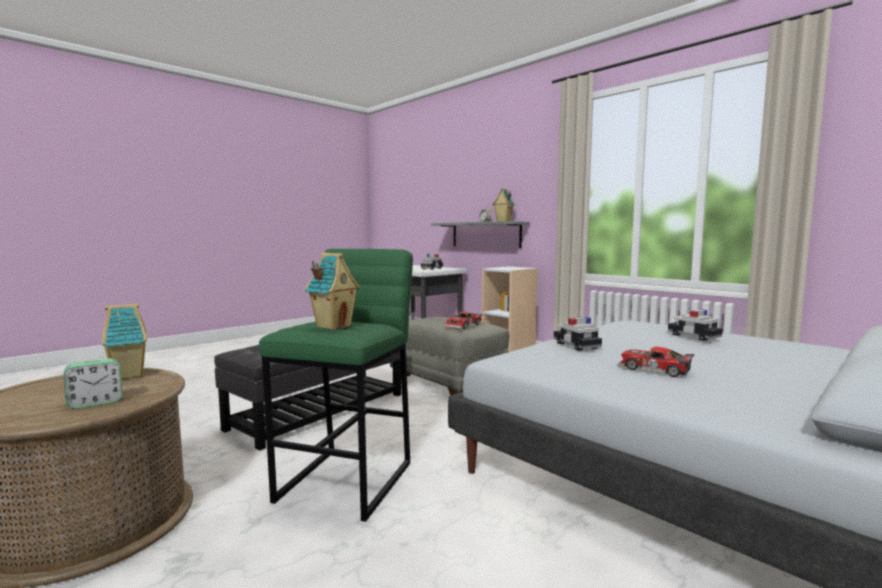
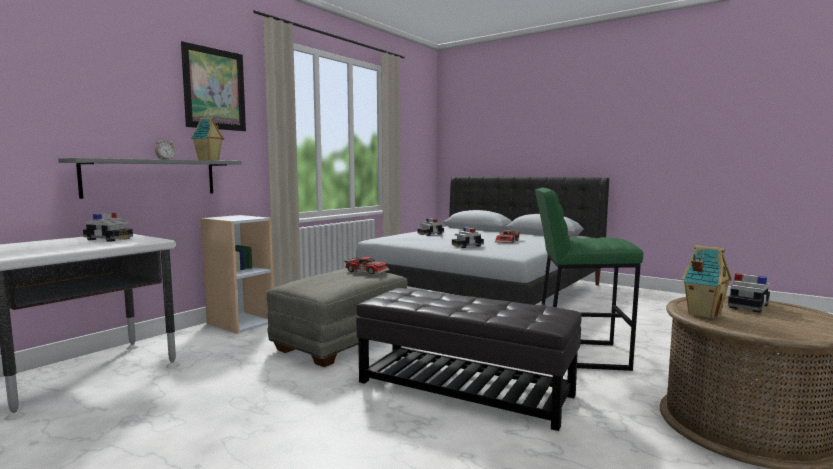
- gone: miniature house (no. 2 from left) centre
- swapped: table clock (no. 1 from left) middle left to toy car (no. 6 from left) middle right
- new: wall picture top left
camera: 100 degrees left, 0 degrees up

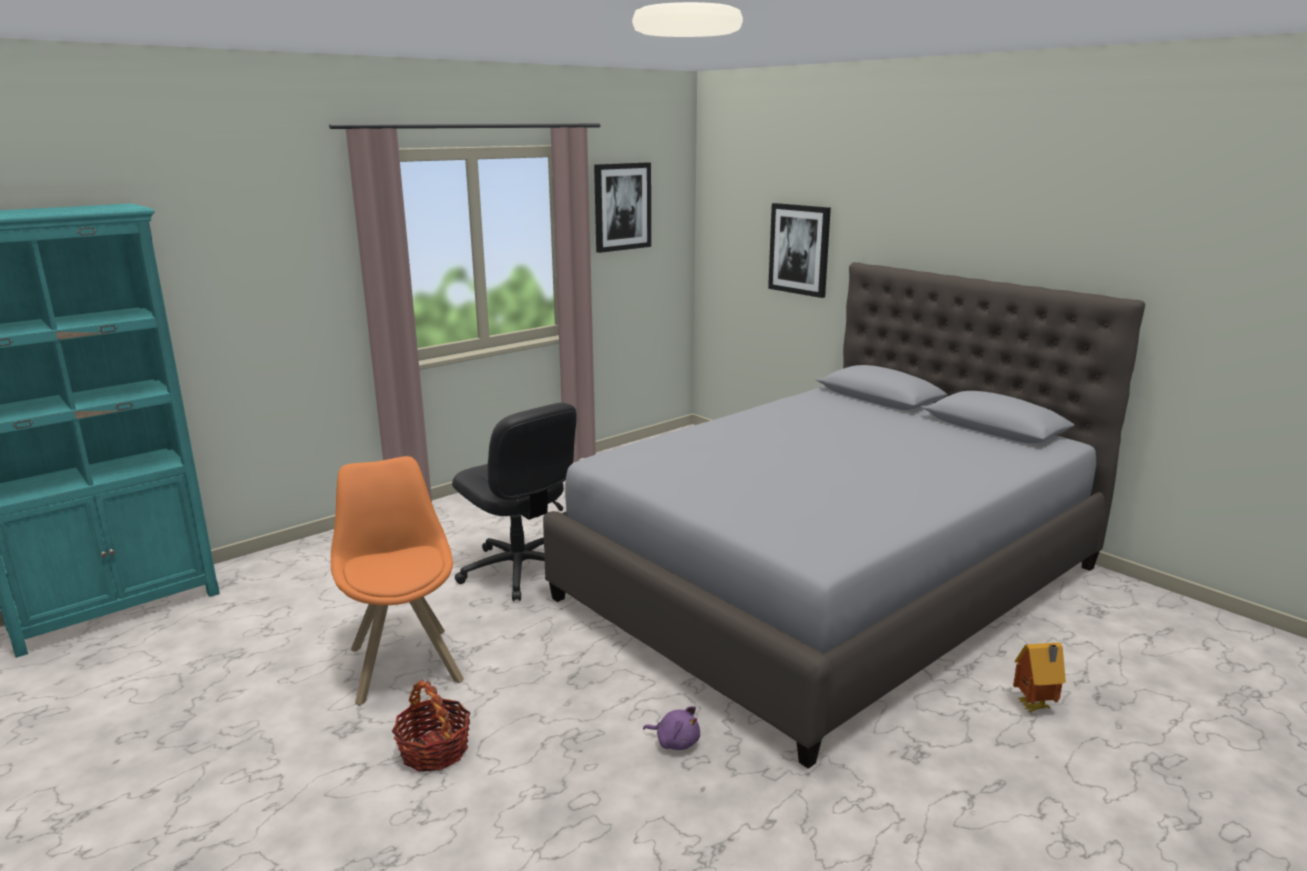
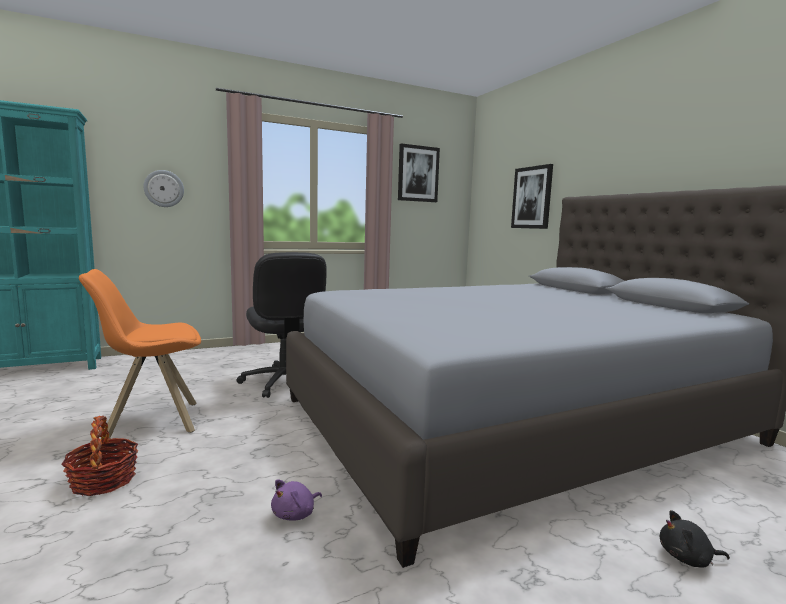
- rotated: chair (orangey) middle left = middle left 105 degrees counterclockwise
- swapped: miniature house bottom right to soft toy (black) bottom right
- rotated: soft toy (purple-coloured) bottom centre = bottom centre 90 degrees clockwise
- new: wall clock top left
camera: 15 degrees right, 10 degrees down

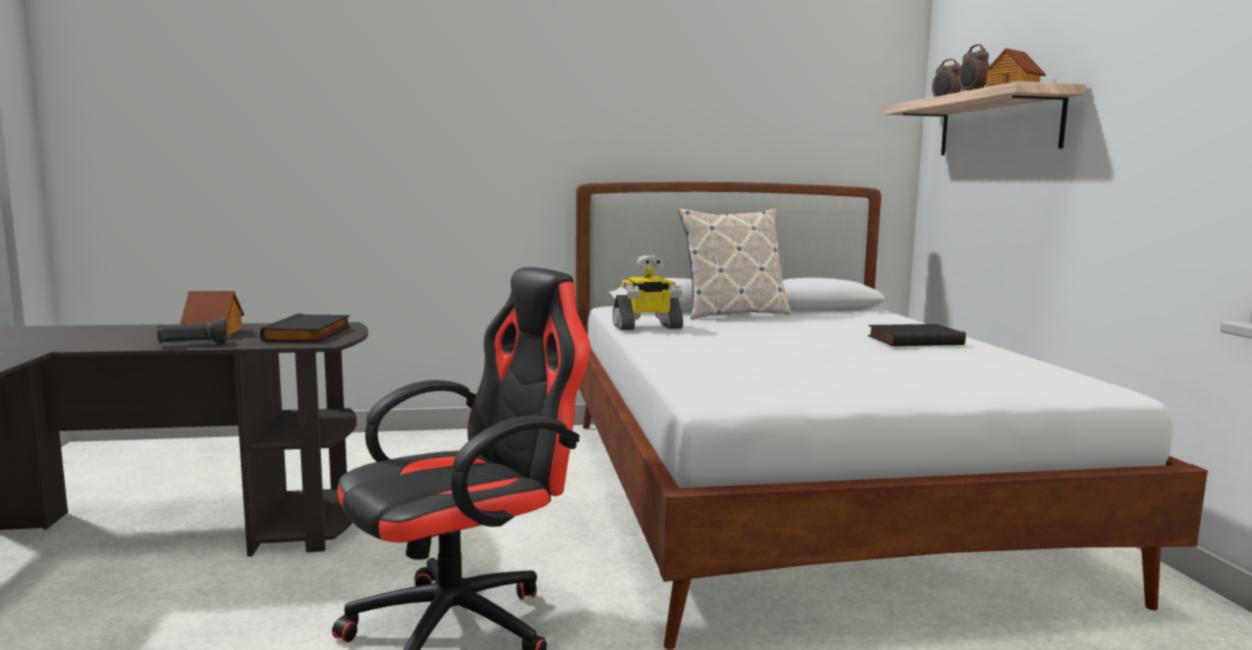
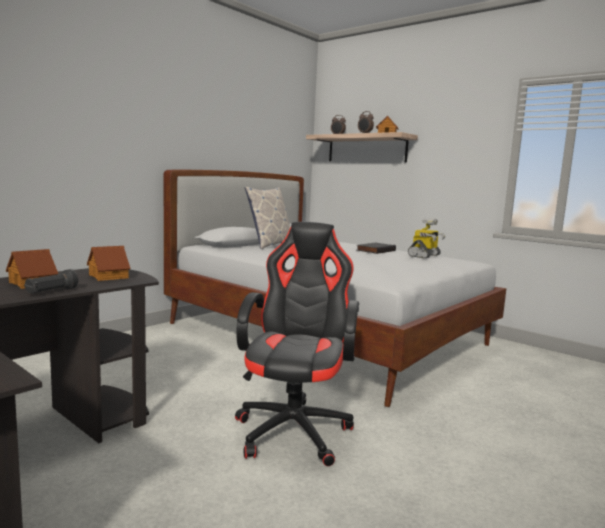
- shifted: robot figure centre to middle right
- swapped: bound book (black) (no. 1 from left) middle left to miniature house (no. 2 from left) middle left
camera: 40 degrees left, 0 degrees up

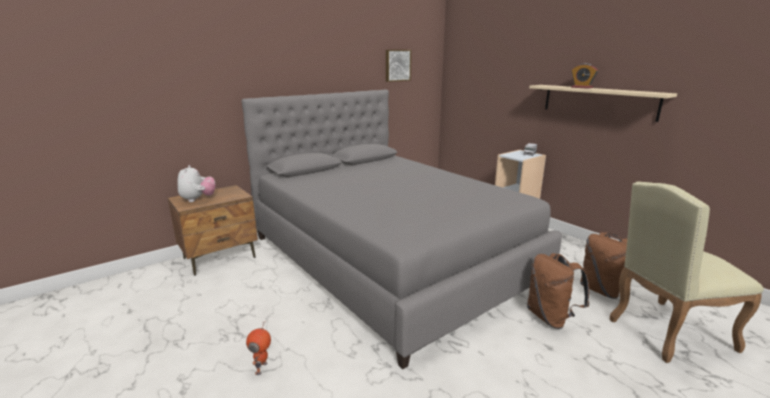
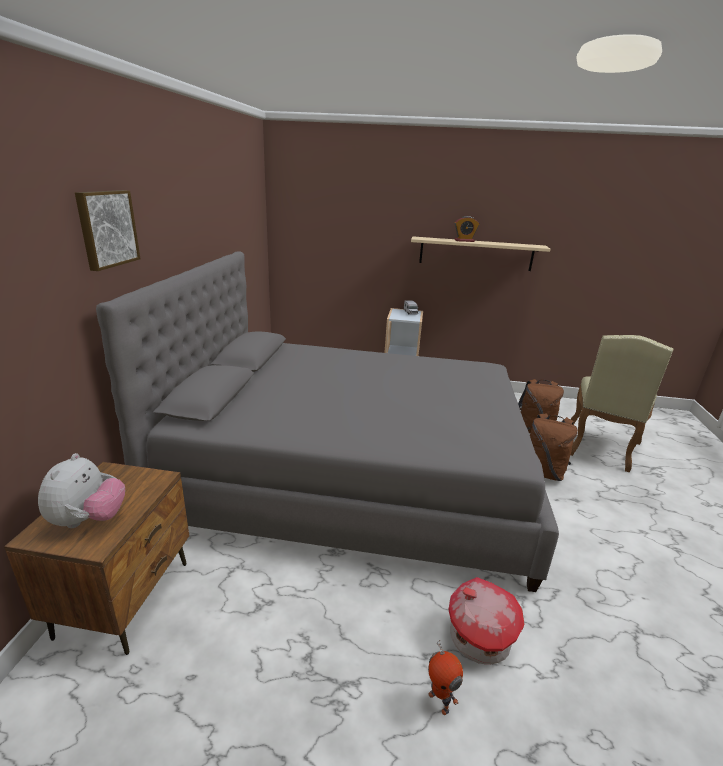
- shifted: wall picture top centre to top left
- rotated: soft toy middle left = middle left 60 degrees clockwise
- new: miniature house bottom right
camera: 45 degrees left, 5 degrees up

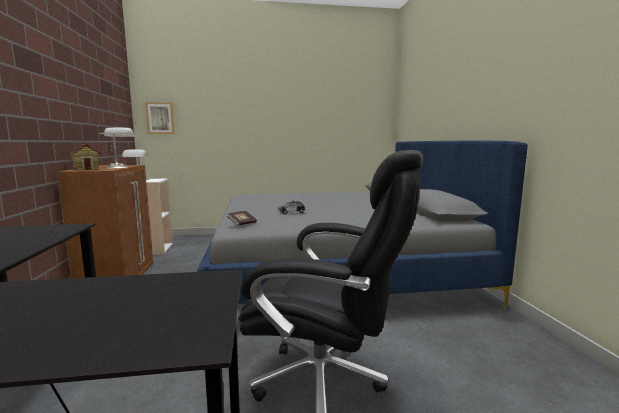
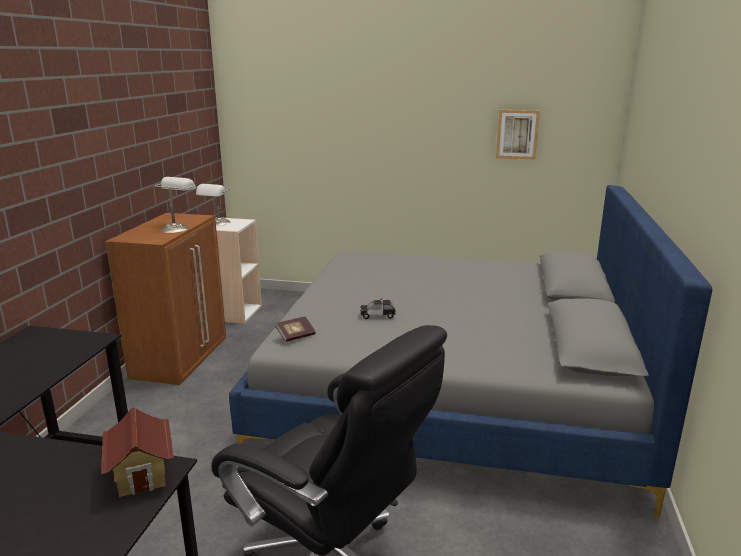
- shifted: wall picture top left to top right
- shifted: miniature house middle left to bottom left
camera: 20 degrees right, 10 degrees up

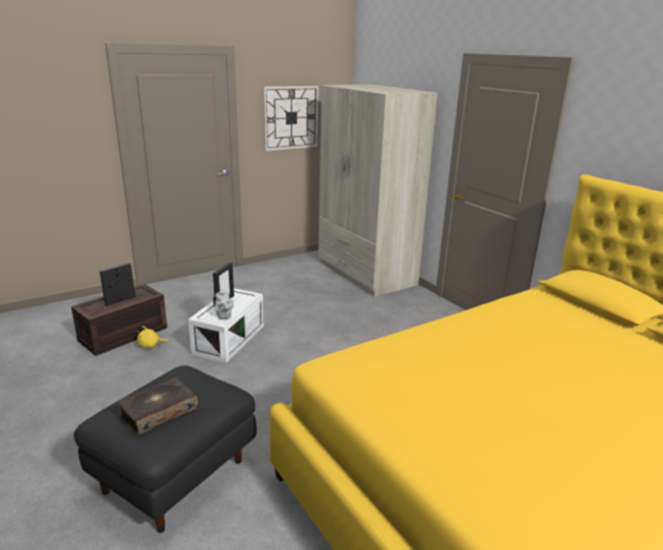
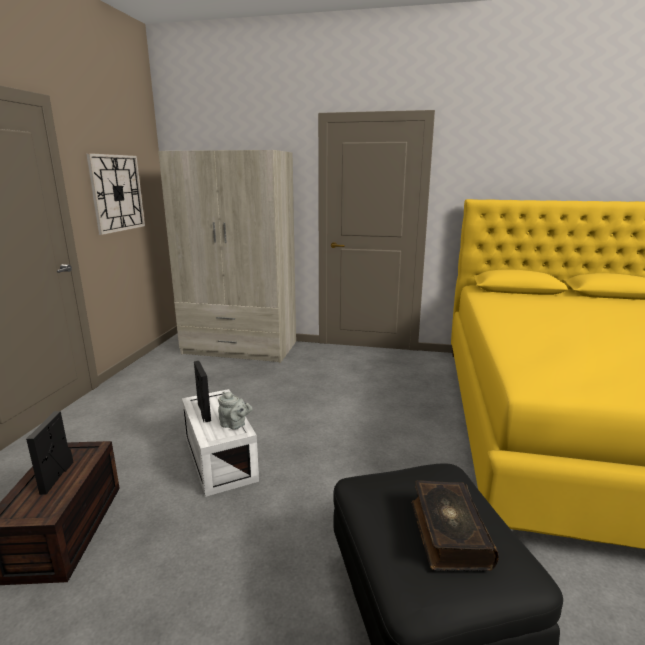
- gone: soft toy (yellowish) middle left
camera: 45 degrees left, 5 degrees down

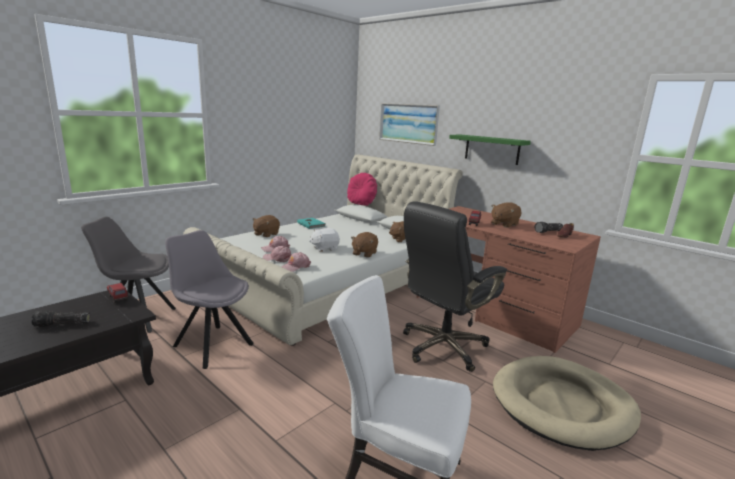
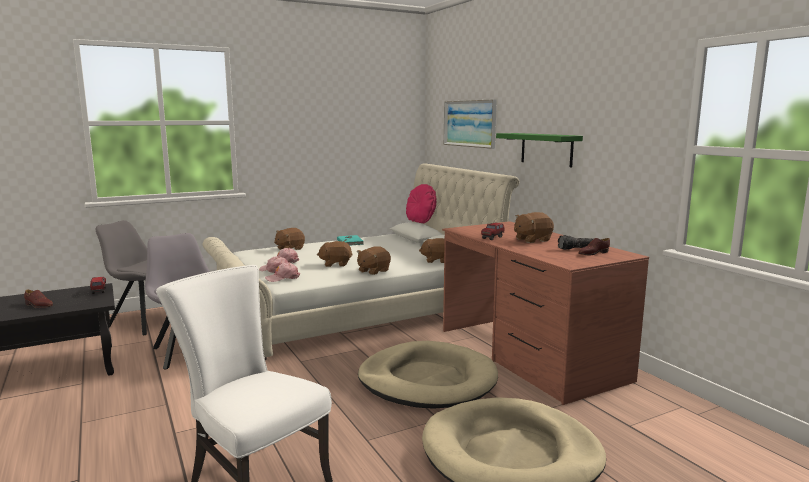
- swapped: desk chair (black) centre to dog bed (beige) (no. 1 from left) bottom centre
- repainted: soft toy (white-coloured) centre to soft toy (brown-coloured) (no. 2 from left) centre
- swapped: torch (no. 1 from left) middle left to shoe (brown-coloured) (no. 1 from left) middle left
camera: 20 degrees right, 5 degrees down

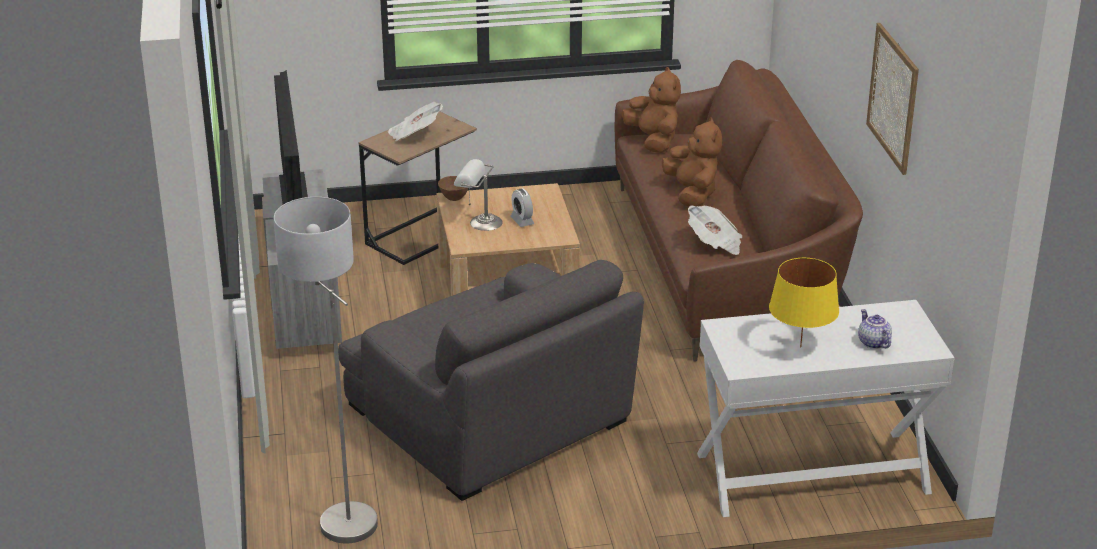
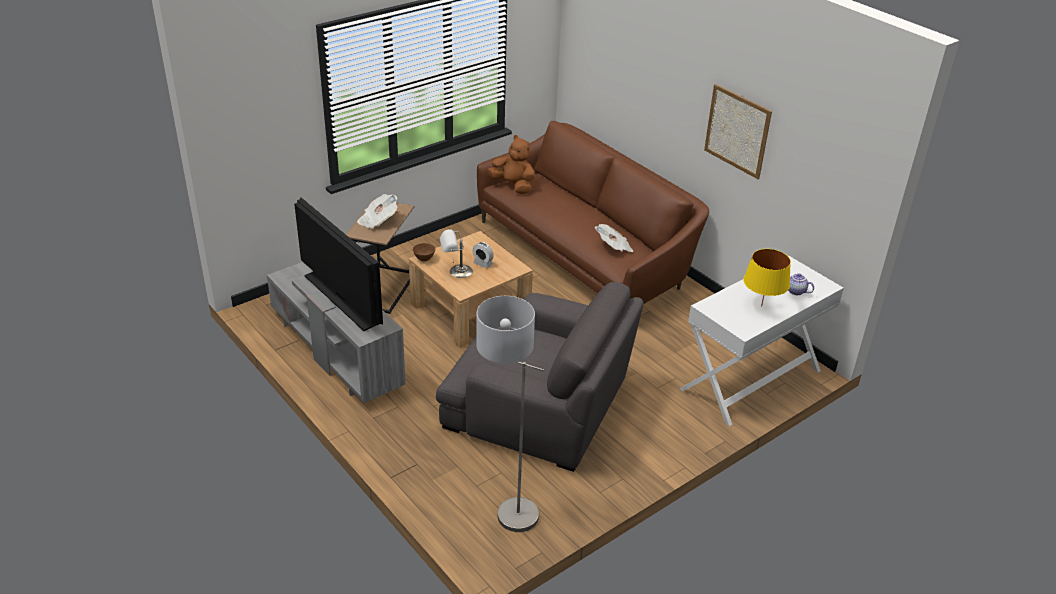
- gone: soft toy (brown-coloured) (no. 2 from left) top centre
camera: 30 degrees left, 5 degrees up

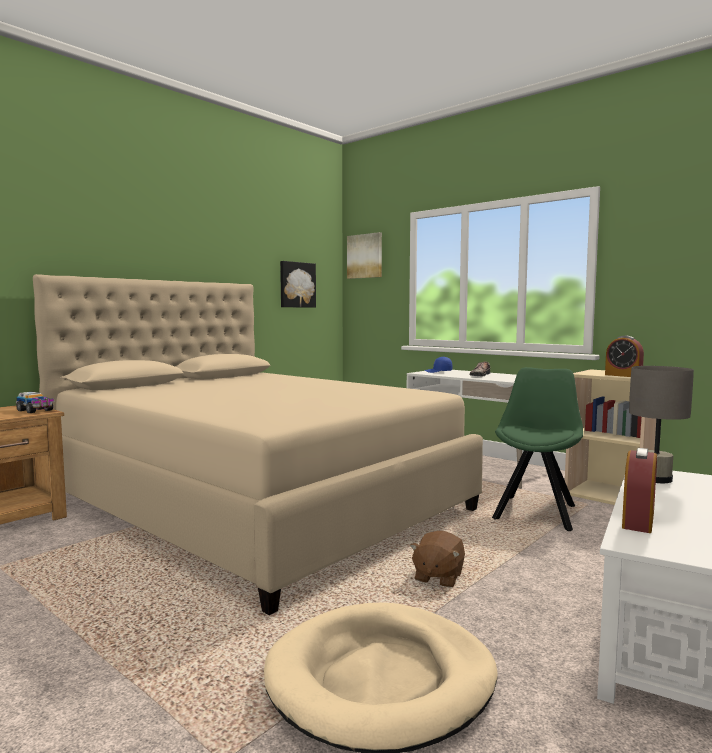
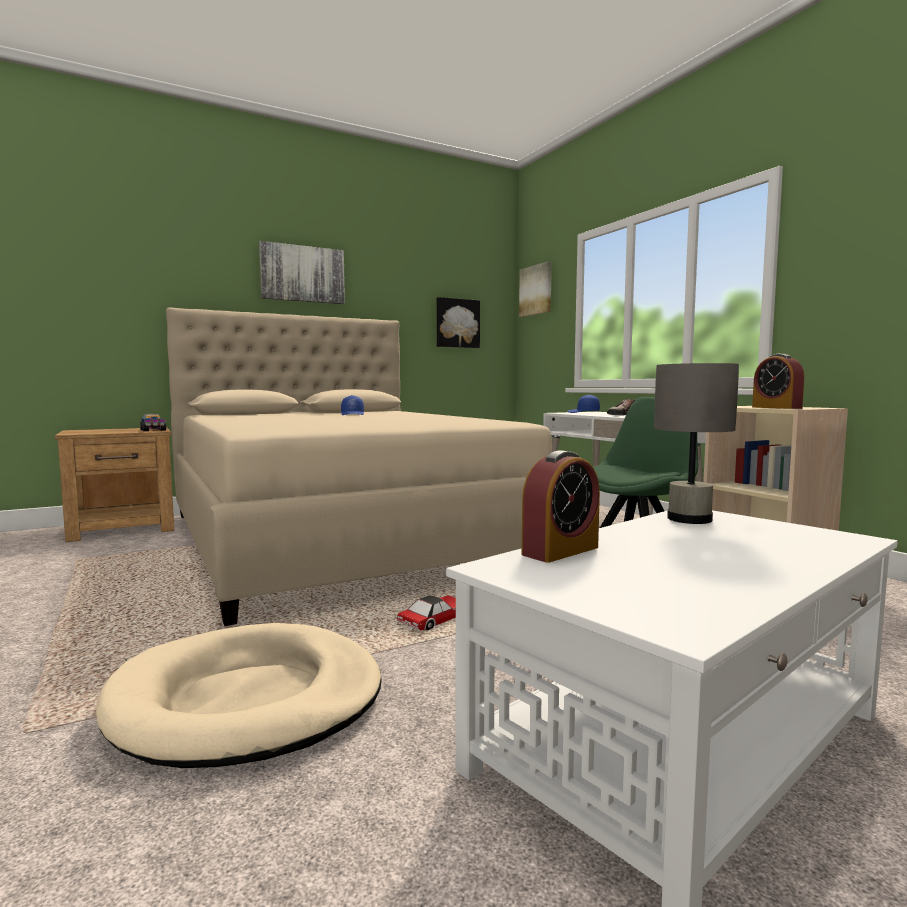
- swapped: soft toy (brown-coloured) bottom centre to toy car bottom centre
- new: wall picture (no. 1 from left) top left
- new: cap (blue) (no. 1 from left) centre
camera: 20 degrees right, 0 degrees up

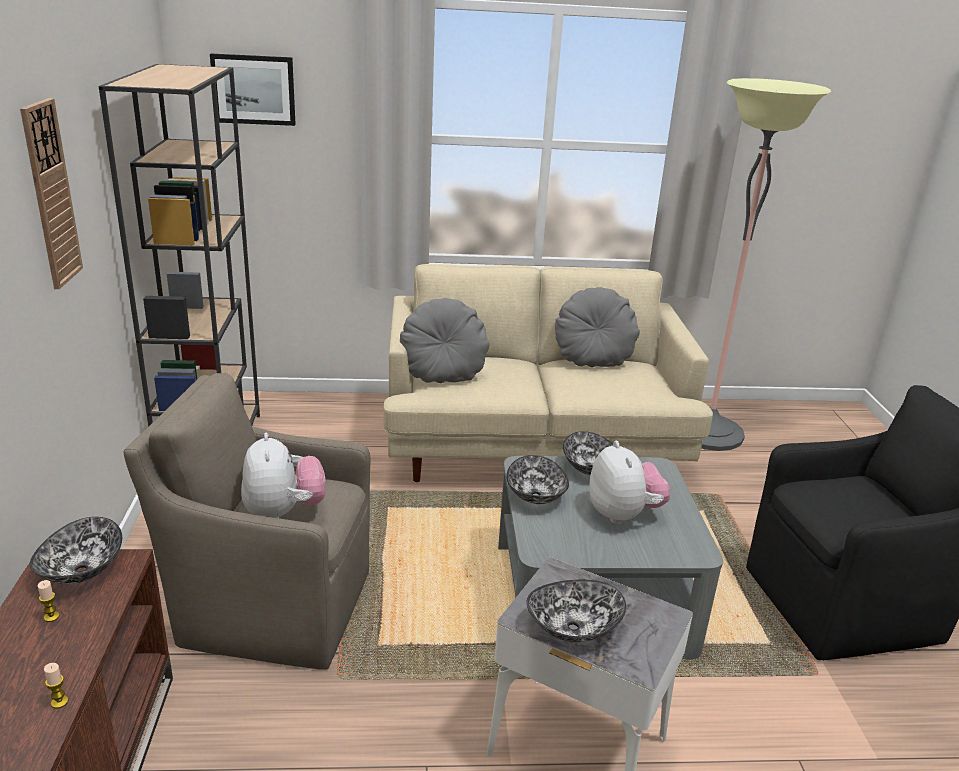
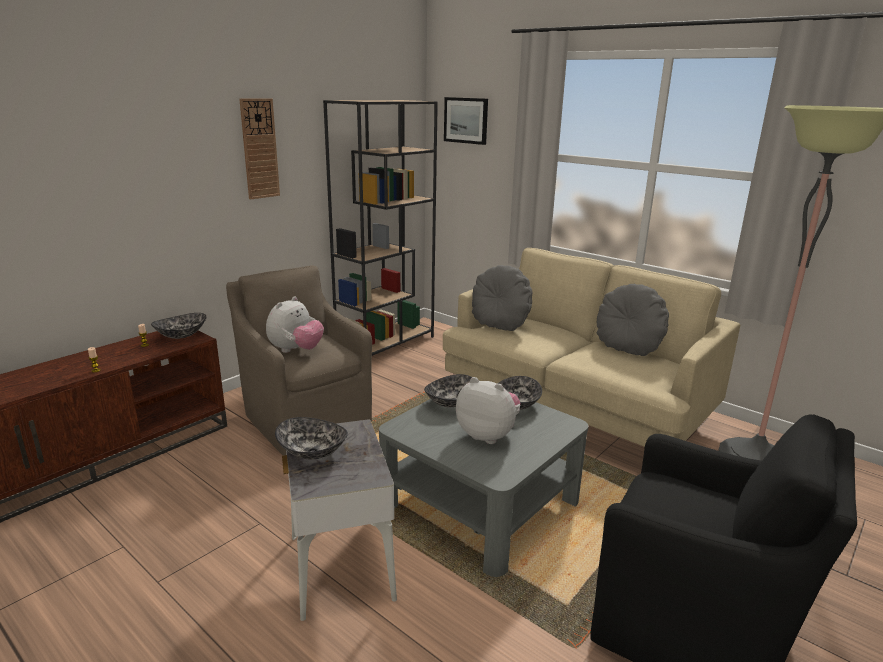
- rotated: soft toy (no. 2 from left) centre = centre 90 degrees counterclockwise
camera: 45 degrees right, 5 degrees down

